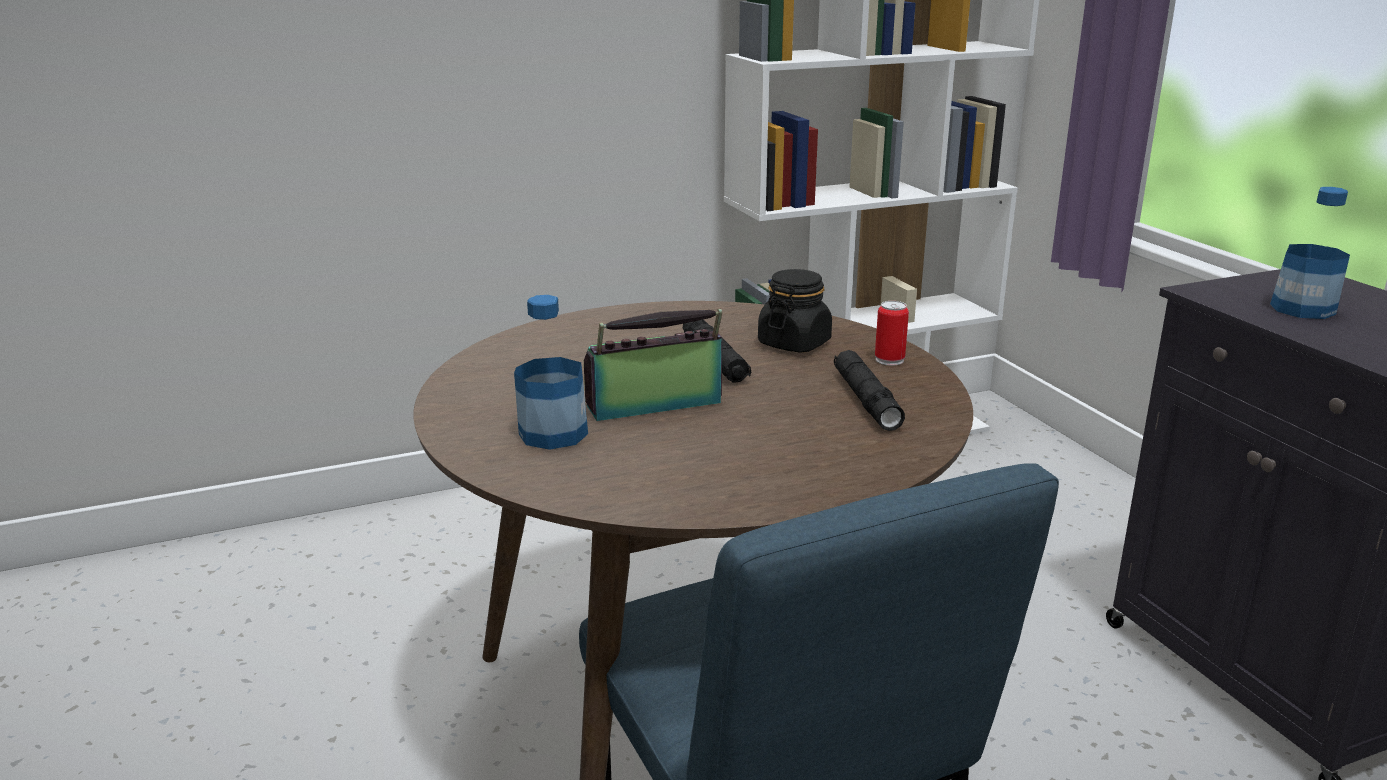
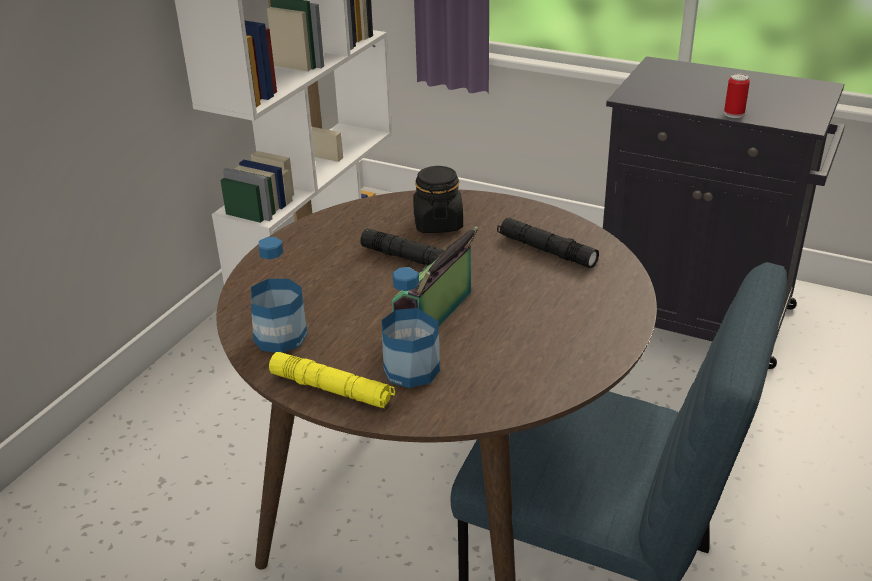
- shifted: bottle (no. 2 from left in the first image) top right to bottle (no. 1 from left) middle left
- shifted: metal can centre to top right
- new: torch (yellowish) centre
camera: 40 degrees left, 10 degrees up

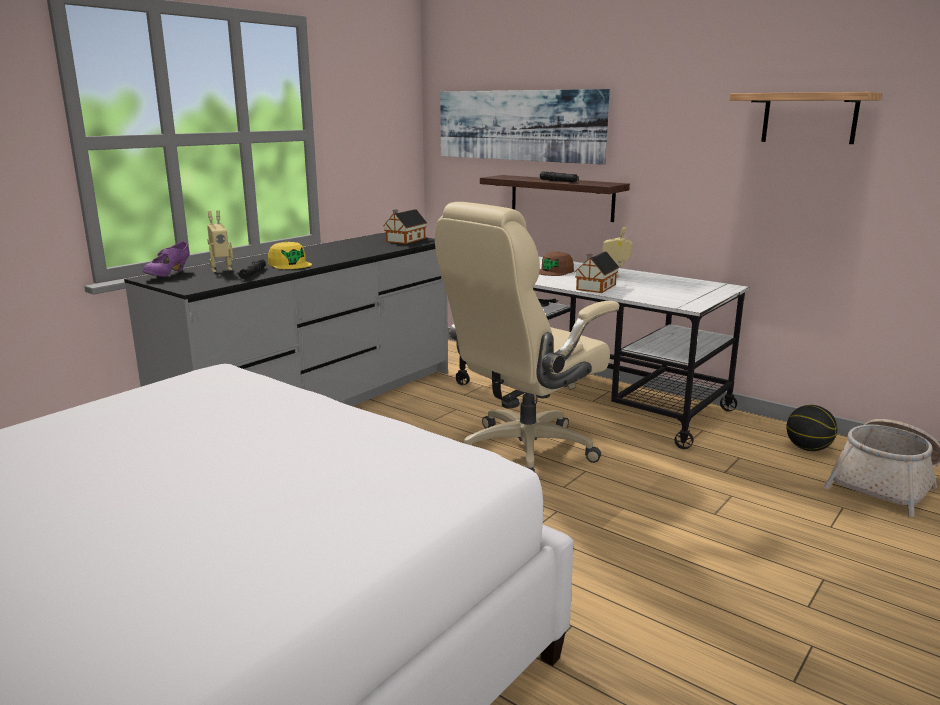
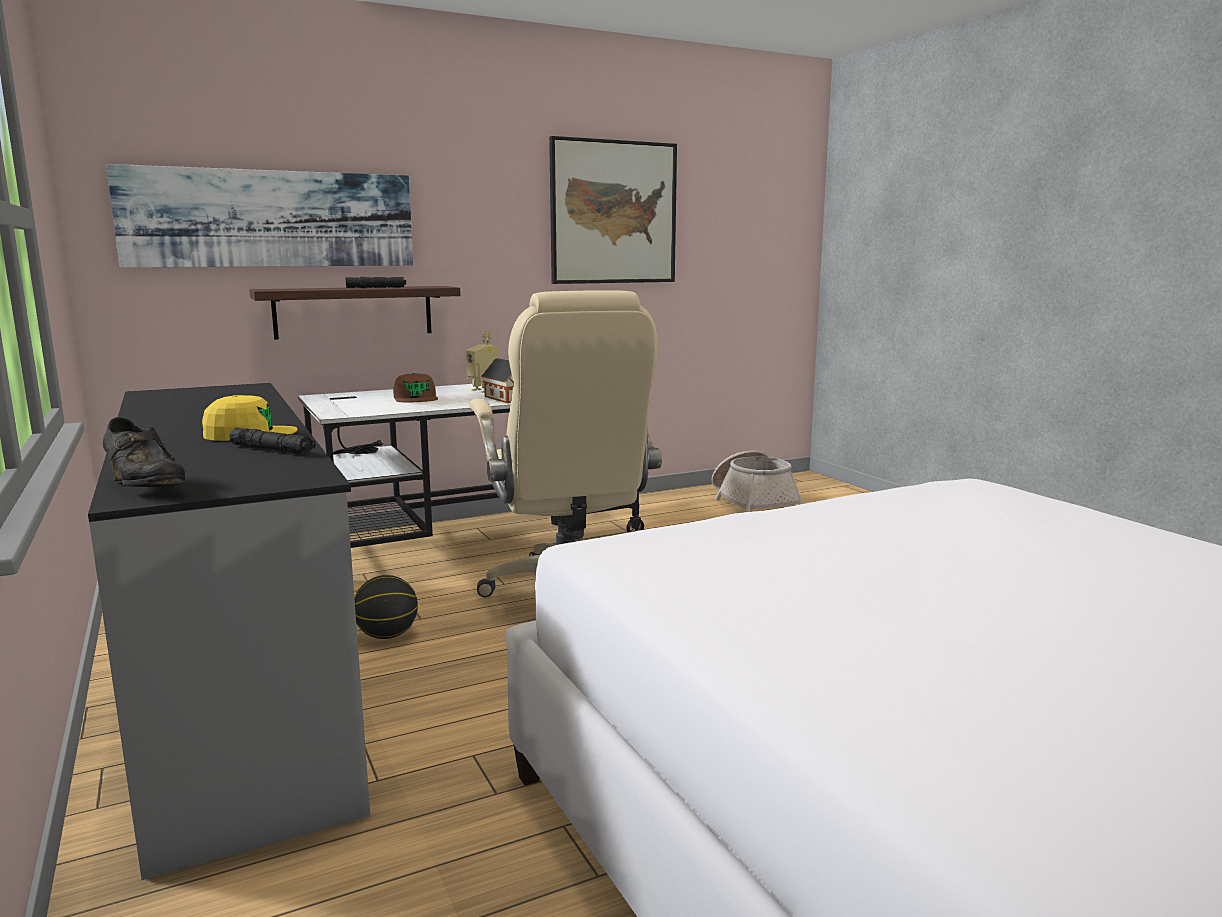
- swapped: bracket shelf (no. 2 from left) top right to wall picture (no. 2 from left) top centre
- gone: miniature house (no. 1 from left) top centre
- gone: robot figure (no. 1 from left) middle left
- repainted: shoe (purple-coloured) middle left to shoe (black) middle left
- shifted: ball for basketball middle right to middle left
camera: 65 degrees left, 5 degrees down

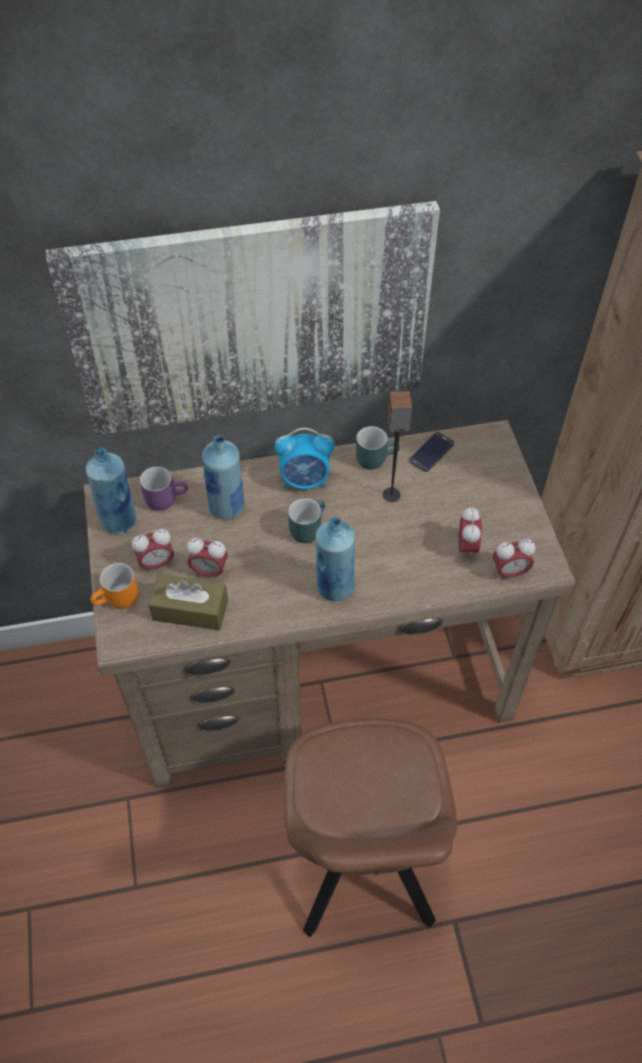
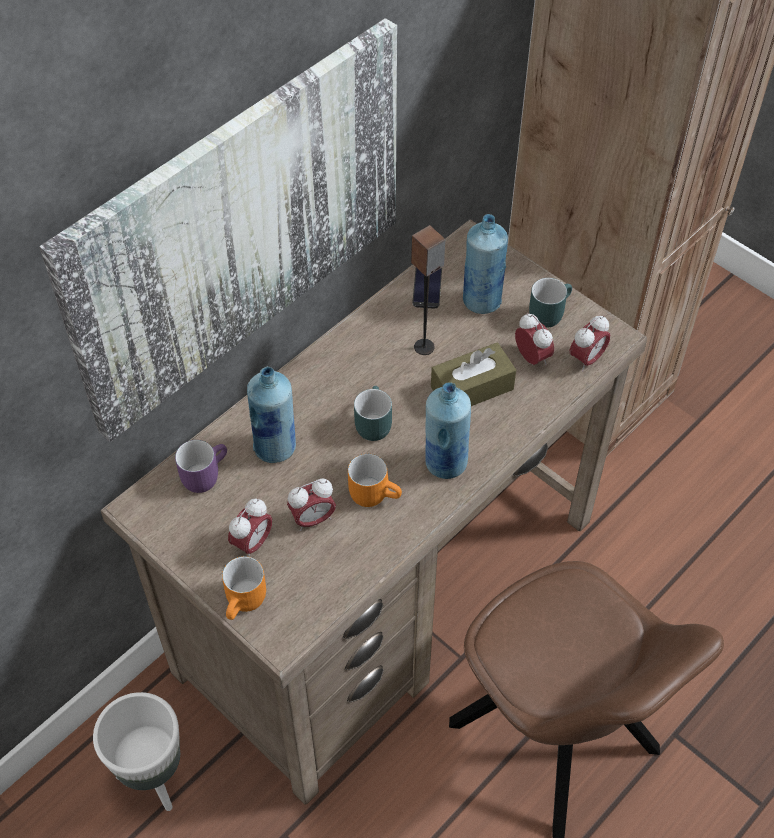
- shifted: mug (blue-green) (no. 2 from left) centre to middle right
- gone: table clock (no. 3 from left) centre
- shifted: bottle (blue) (no. 1 from left in the first image) middle left to bottle (blue) (no. 3 from left) top centre
- shifted: tissue box (brown-coloured) middle left to centre
- new: mug (orangey) (no. 2 from left) centre
- new: planter (white-coloured) bottom left
camera: 35 degrees left, 0 degrees up

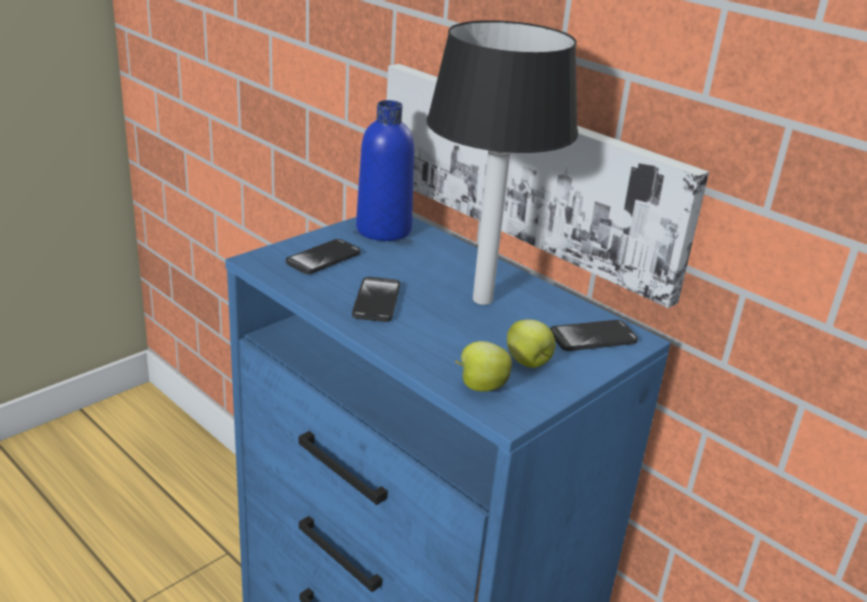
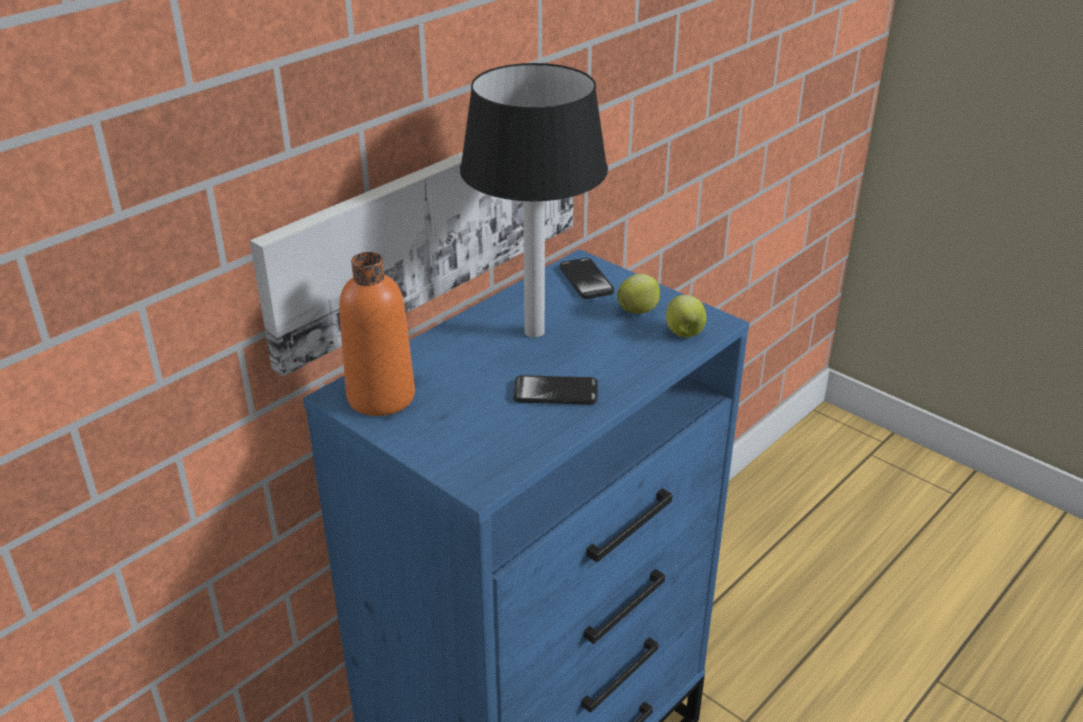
- repainted: bottle (blue) top centre to bottle (orangey) centre
- gone: telephone (no. 1 from left) centre
camera: 90 degrees left, 5 degrees up

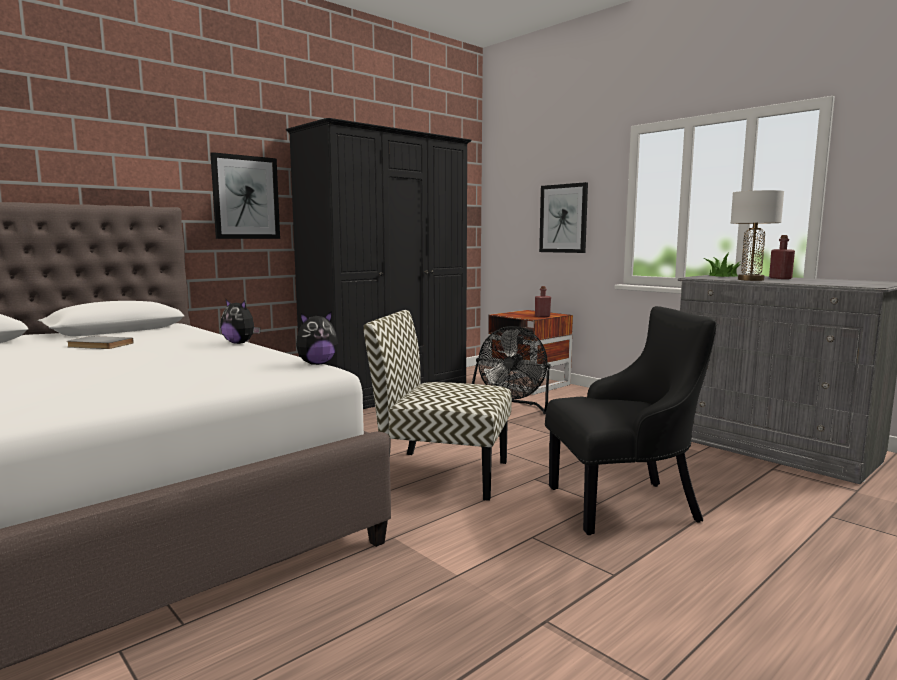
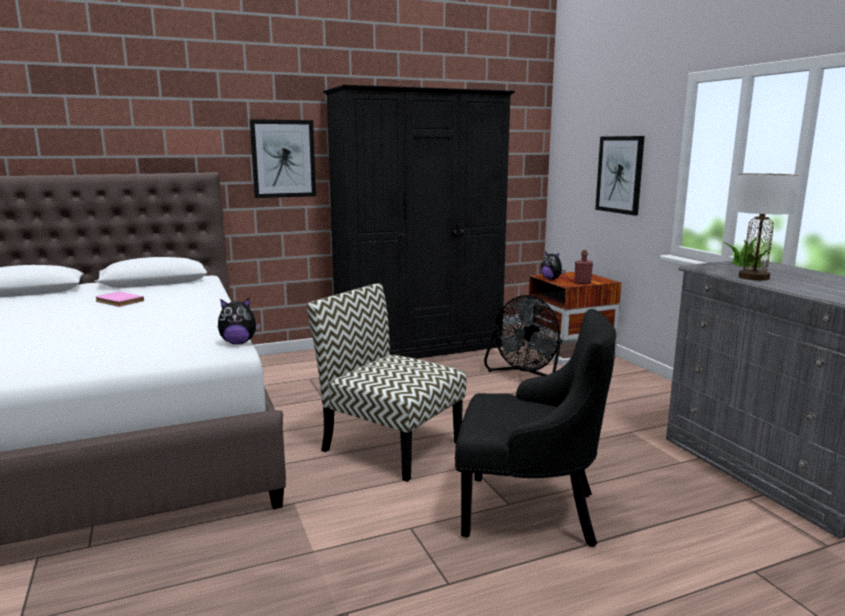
- gone: bottle (red-coloured) (no. 2 from left) middle right
- shifted: soft toy (no. 1 from left in the first image) middle left to soft toy (no. 2 from left) centre
- repainted: bound book (grey) middle left to bound book (pinkish) middle left
camera: 20 degrees right, 5 degrees up

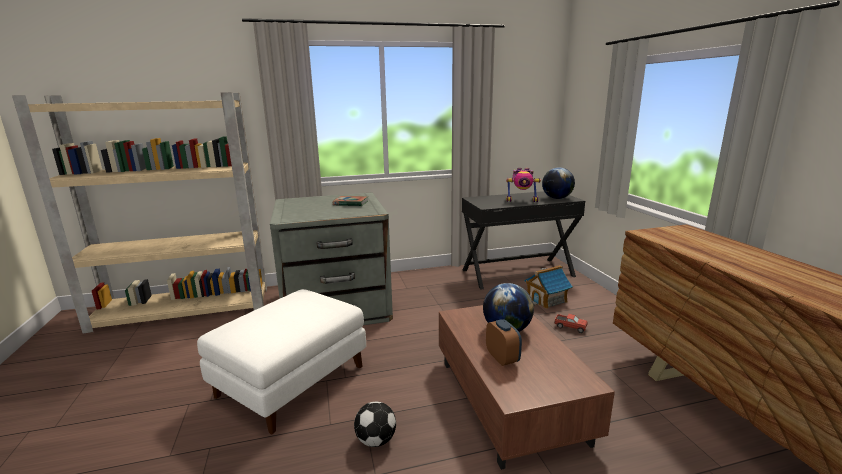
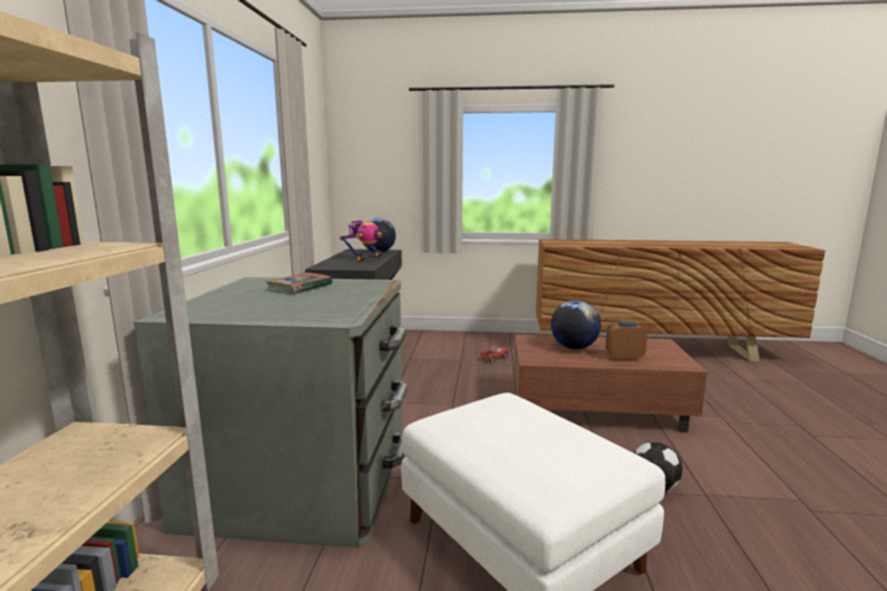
- gone: miniature house centre
camera: 70 degrees left, 5 degrees down

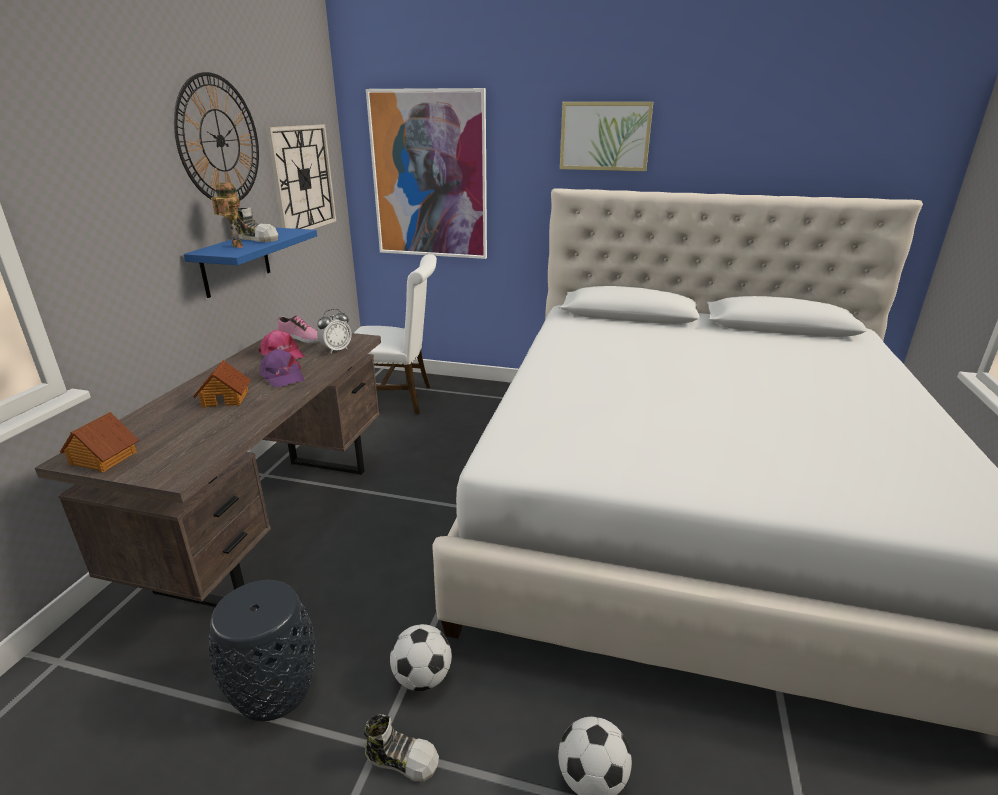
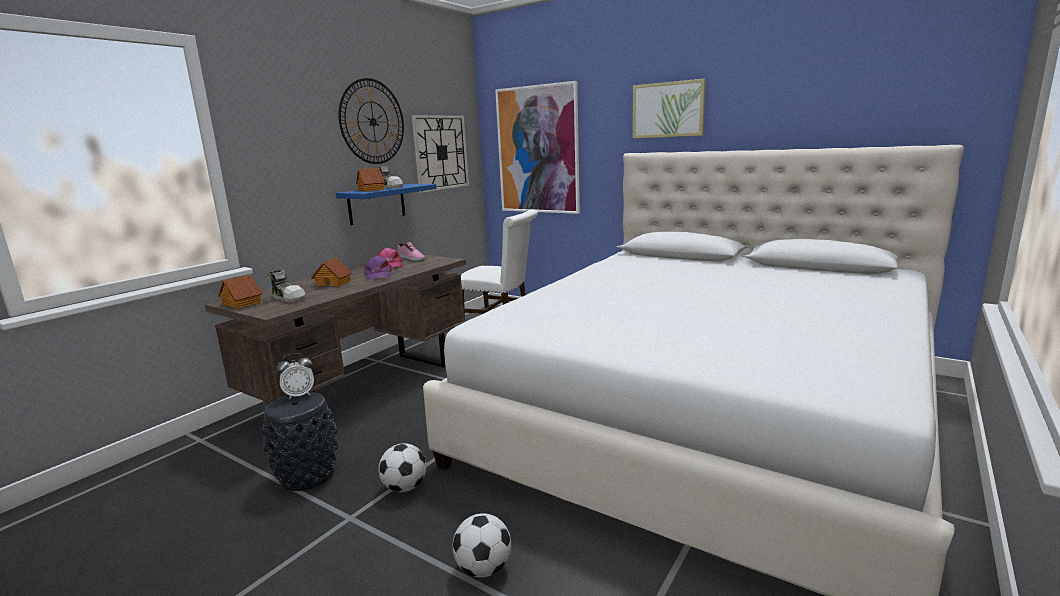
- swapped: robot figure top left to miniature house (no. 3 from left) top centre
- shifted: table clock centre to middle left
- shifted: shoe (no. 3 from left in the first image) bottom centre to shoe (no. 1 from left) middle left
camera: 20 degrees right, 10 degrees down

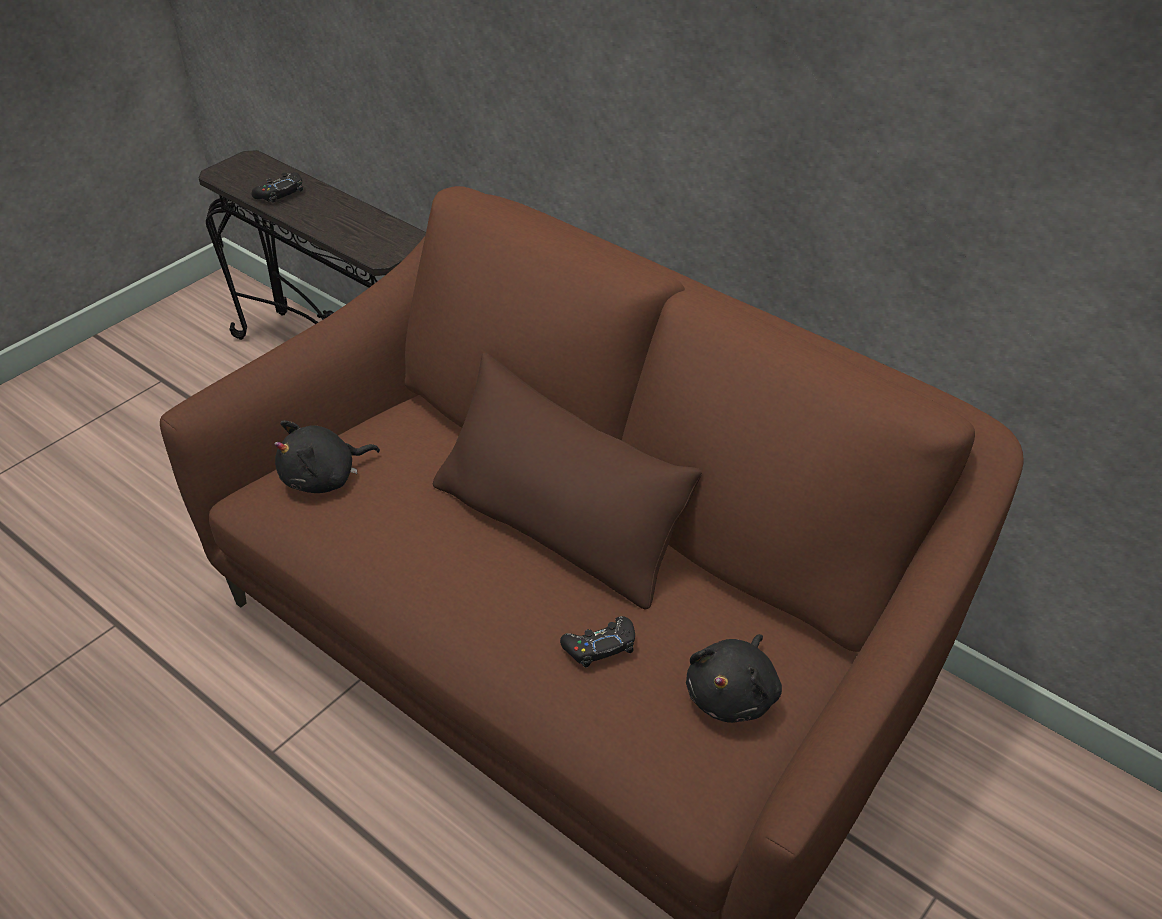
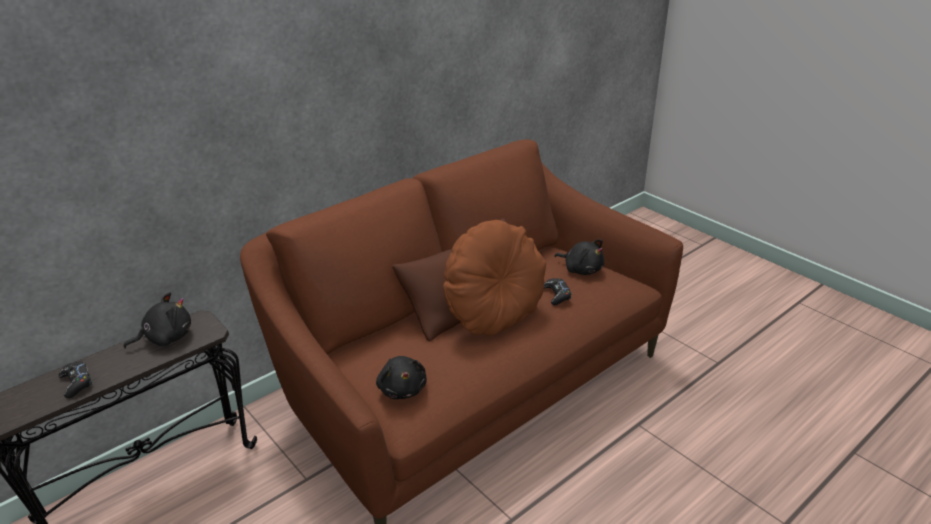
- new: pillow (brown-coloured) centre
- new: soft toy (black) (no. 1 from left) middle left
camera: 80 degrees left, 10 degrees down

